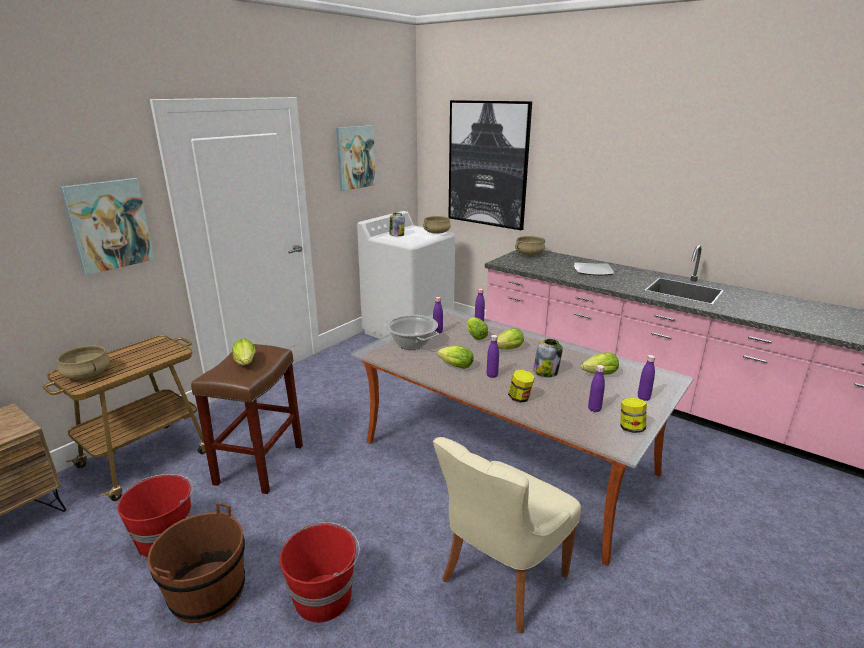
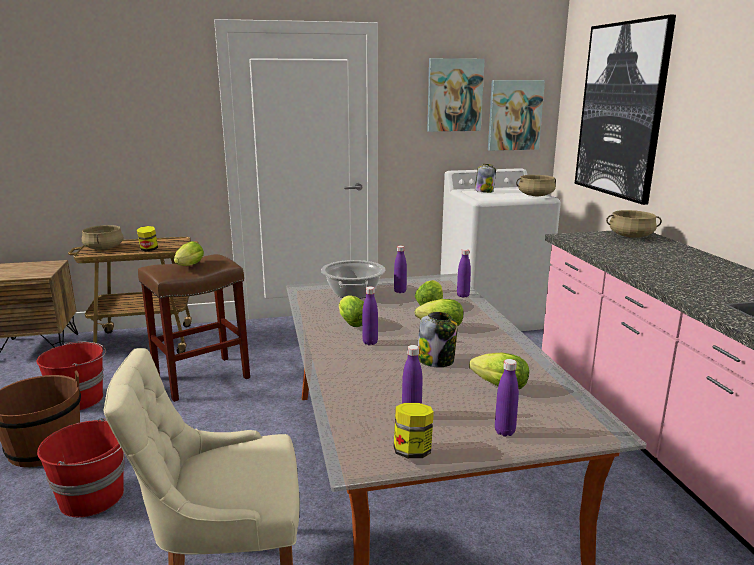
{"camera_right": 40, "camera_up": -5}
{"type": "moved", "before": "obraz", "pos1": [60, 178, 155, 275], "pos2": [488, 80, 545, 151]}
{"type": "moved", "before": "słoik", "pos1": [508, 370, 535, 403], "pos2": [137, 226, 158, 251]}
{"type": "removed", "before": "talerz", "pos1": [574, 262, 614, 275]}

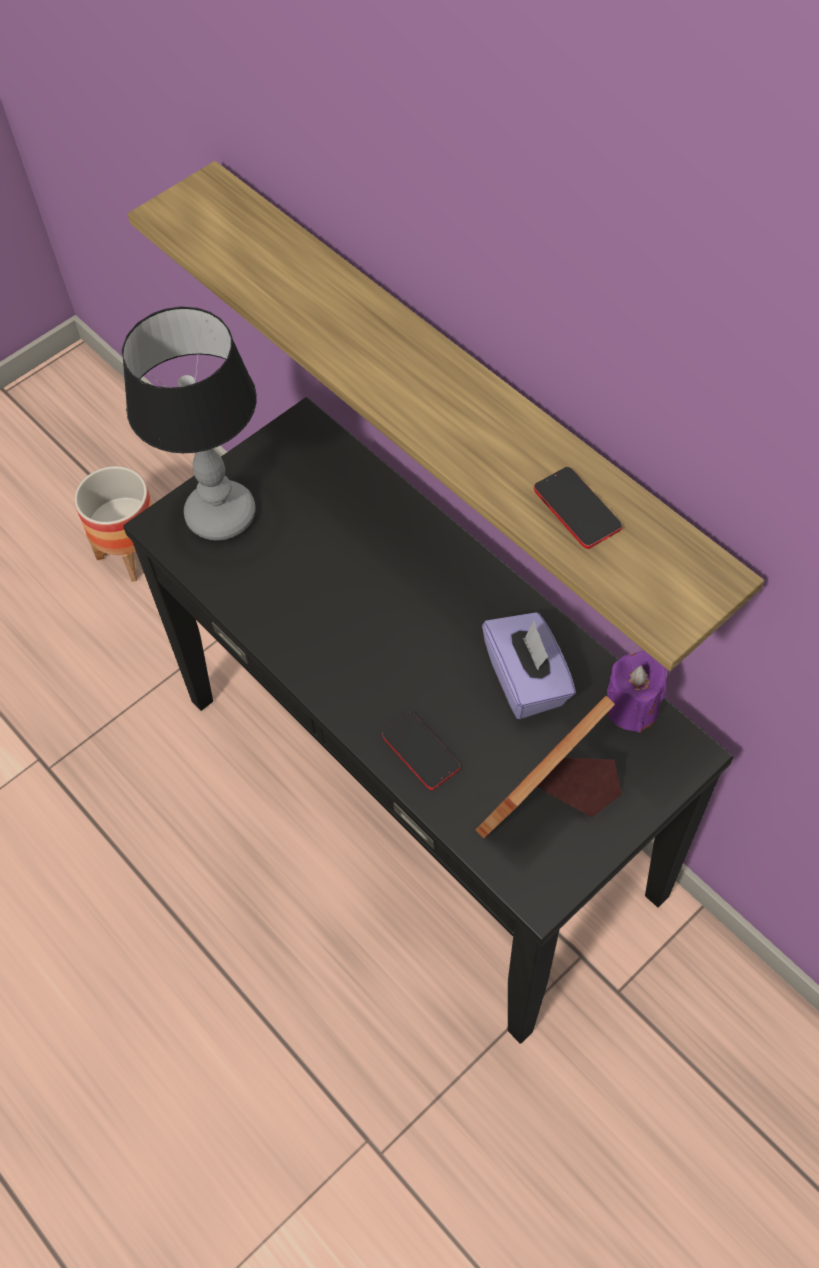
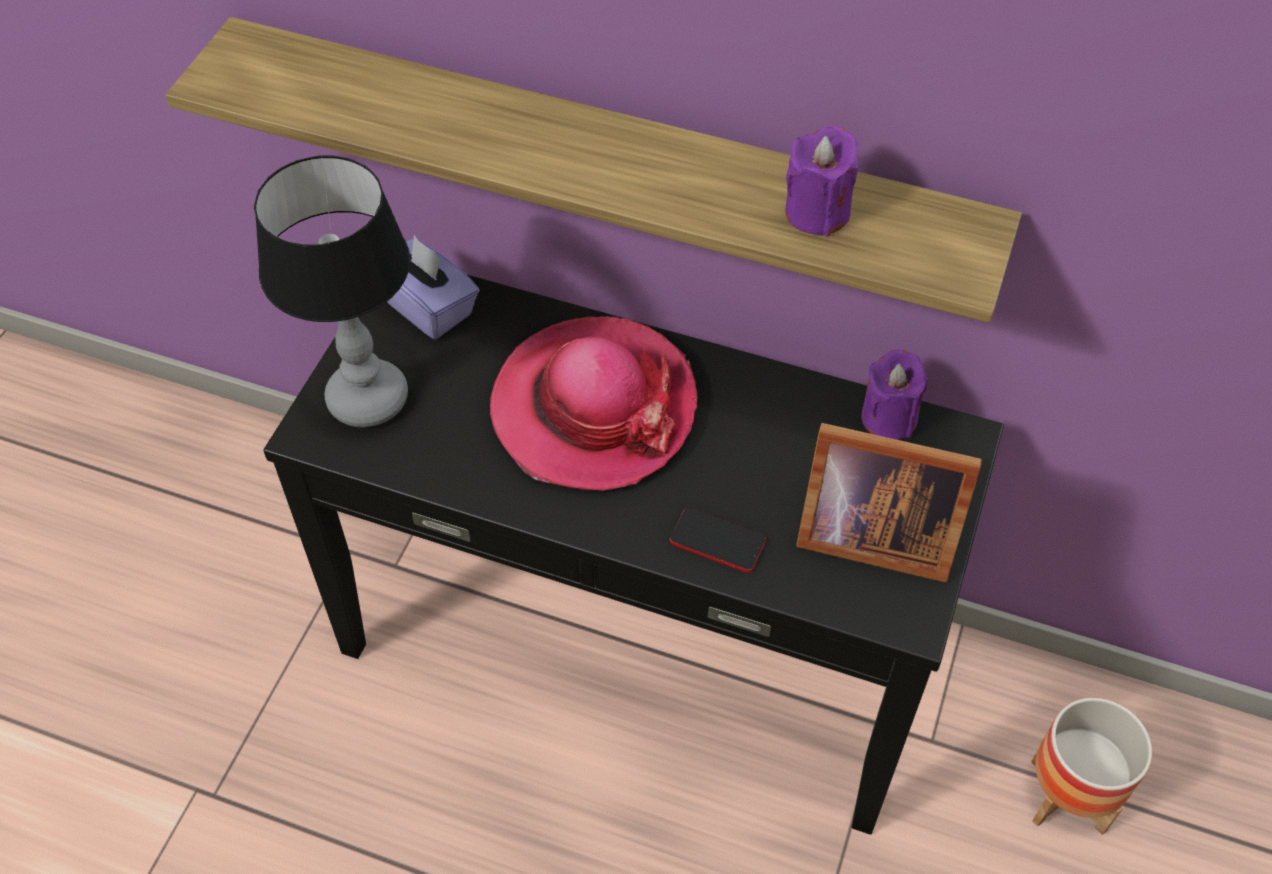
{"camera_right": -30, "camera_up": -5}
{"type": "moved", "before": "donica", "pos1": [74, 466, 153, 582], "pos2": [1031, 698, 1152, 835]}
{"type": "turned", "before": "ramka na zdjęcie", "pos1": [476, 696, 621, 838], "pos2": [796, 423, 982, 583], "turn": -90}
{"type": "moved", "before": "pudełko chusteczek (fioletowy)", "pos1": [482, 612, 576, 719], "pos2": [387, 235, 480, 339]}
{"type": "replaced", "before": "telefon", "after": "świeca (fioletowy)", "pos1": [534, 467, 622, 549], "pos2": [785, 125, 858, 236]}
{"type": "added", "after": "kapelusz", "pos2": [490, 316, 697, 491]}

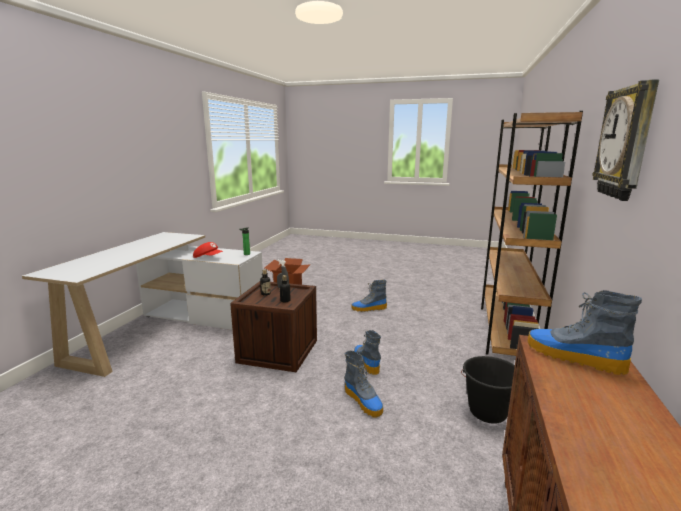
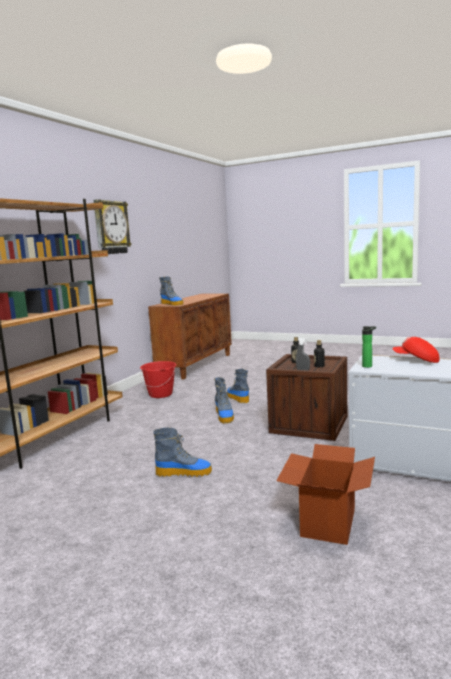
{"camera_right": -170, "camera_up": -5}
{"type": "recoloured", "before": "wiadro (czarny)", "after": "wiadro (czerwony)", "pos1": [461, 356, 515, 424], "pos2": [140, 361, 176, 398]}

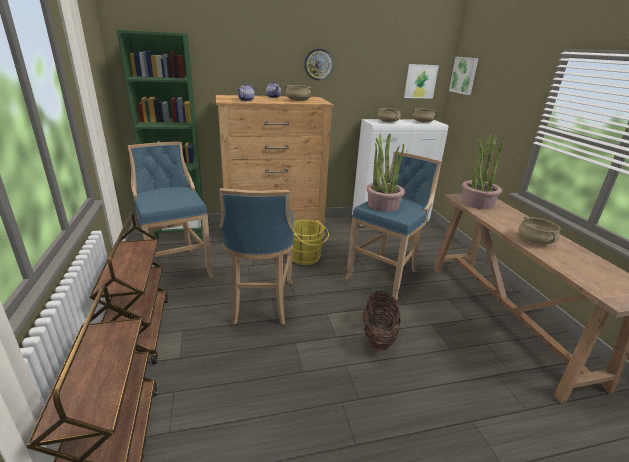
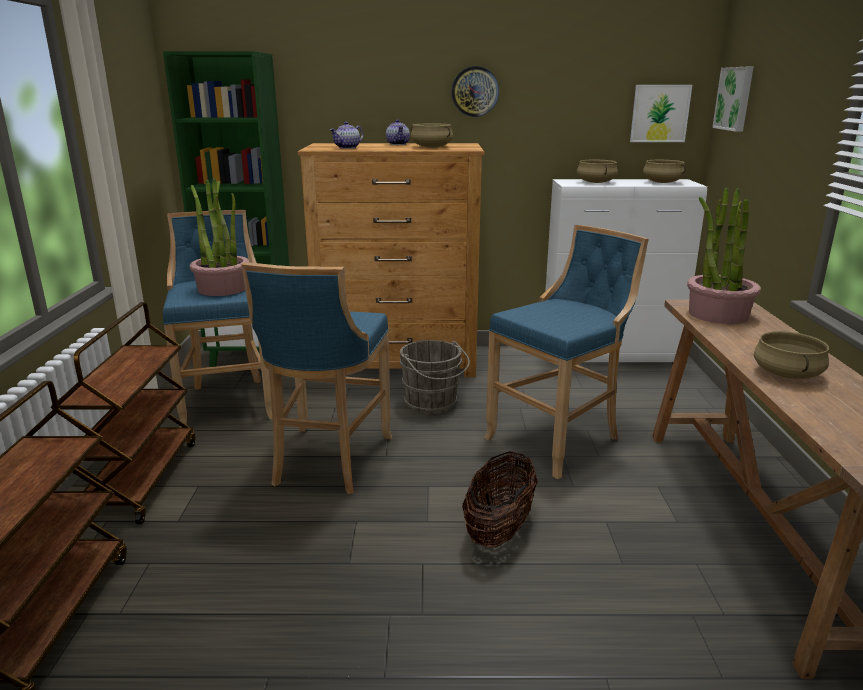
{"camera_right": 15, "camera_up": -5}
{"type": "recoloured", "before": "wiadro (żółty)", "after": "wiadro (szary)", "pos1": [292, 220, 329, 265], "pos2": [400, 340, 470, 414]}
{"type": "moved", "before": "roślina doniczkowa", "pos1": [367, 134, 405, 212], "pos2": [190, 178, 250, 296]}

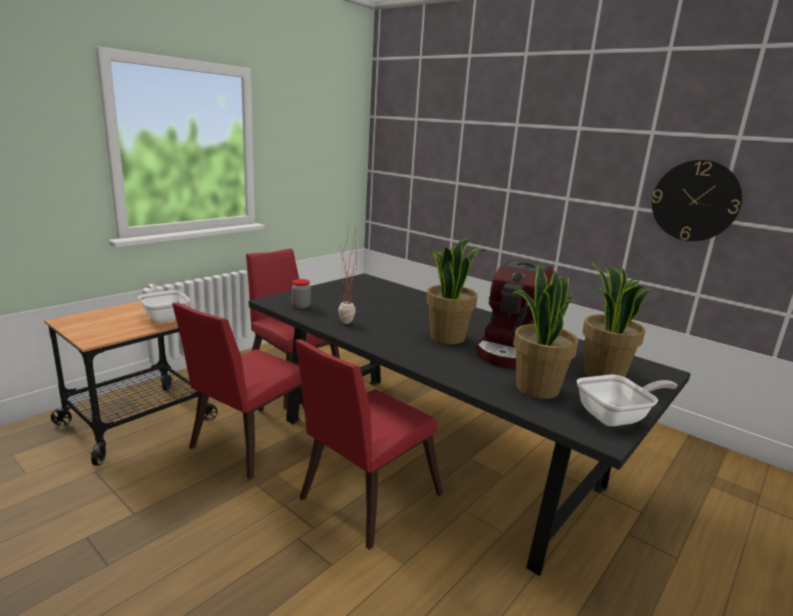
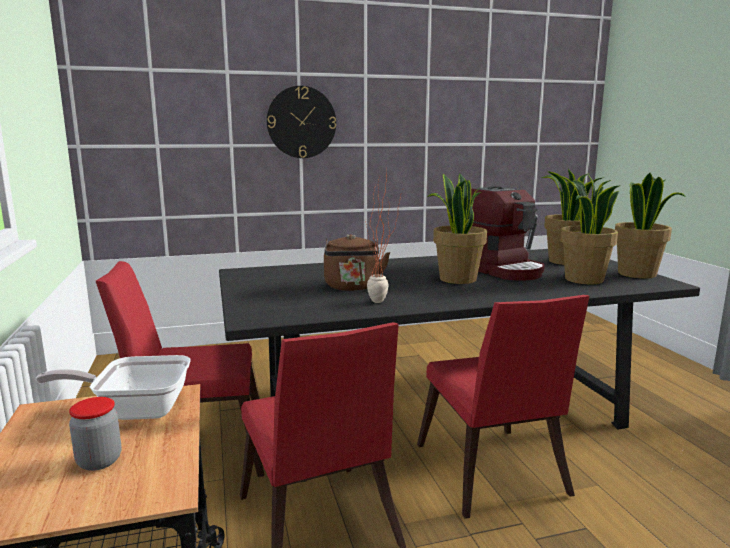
{"camera_right": -55, "camera_up": -5}
{"type": "moved", "before": "słoik", "pos1": [292, 279, 311, 309], "pos2": [69, 397, 121, 471]}
{"type": "replaced", "before": "patelnia", "after": "roślina doniczkowa", "pos1": [577, 375, 678, 427], "pos2": [615, 173, 686, 279]}
{"type": "moved", "before": "zegar ścienny", "pos1": [652, 160, 742, 241], "pos2": [266, 86, 336, 158]}
{"type": "added", "after": "czajnik (brązowy)", "pos2": [324, 234, 390, 291]}

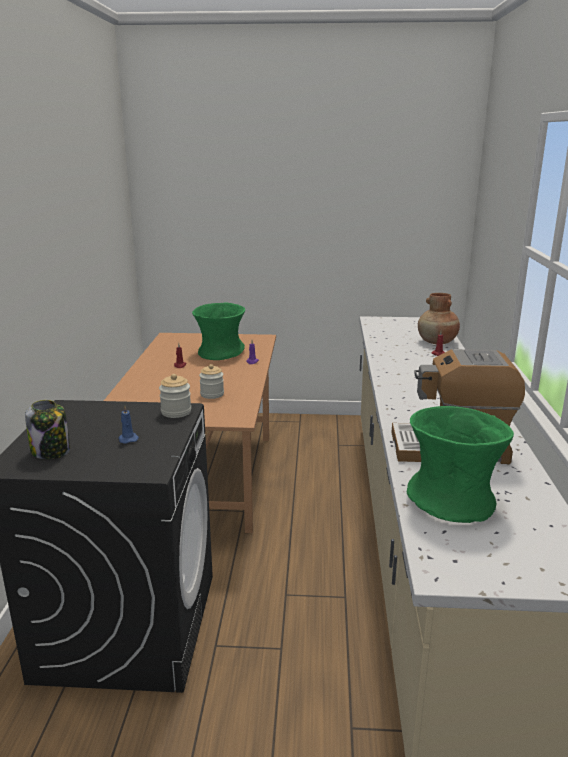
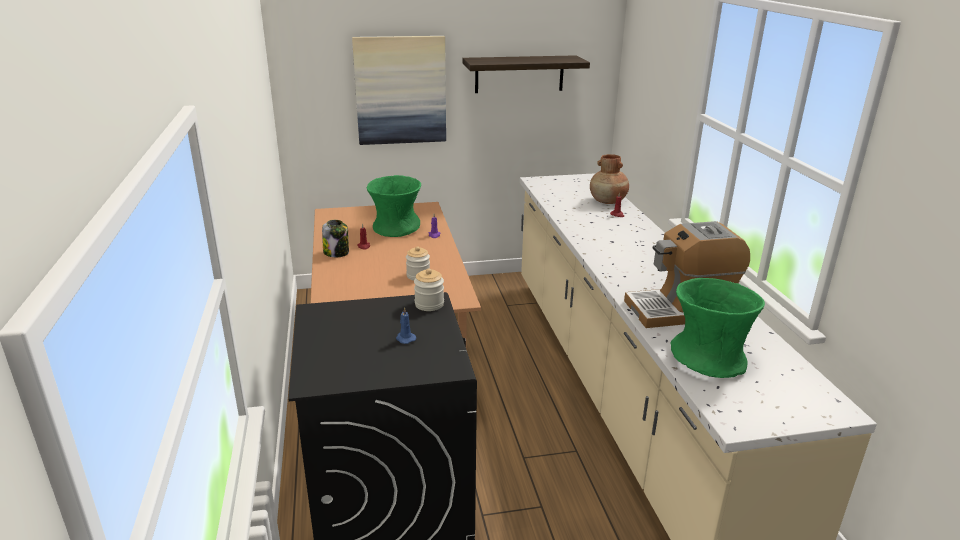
{"camera_right": -15, "camera_up": 5}
{"type": "moved", "before": "słoik", "pos1": [25, 400, 70, 459], "pos2": [322, 220, 349, 257]}
{"type": "added", "after": "obraz", "pos2": [352, 36, 446, 145]}
{"type": "added", "after": "półka", "pos2": [462, 55, 590, 93]}

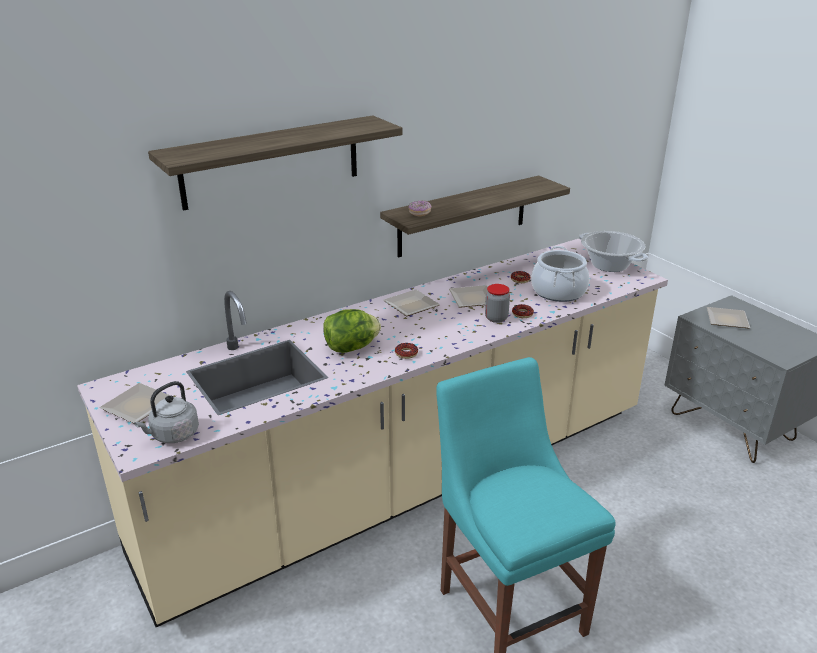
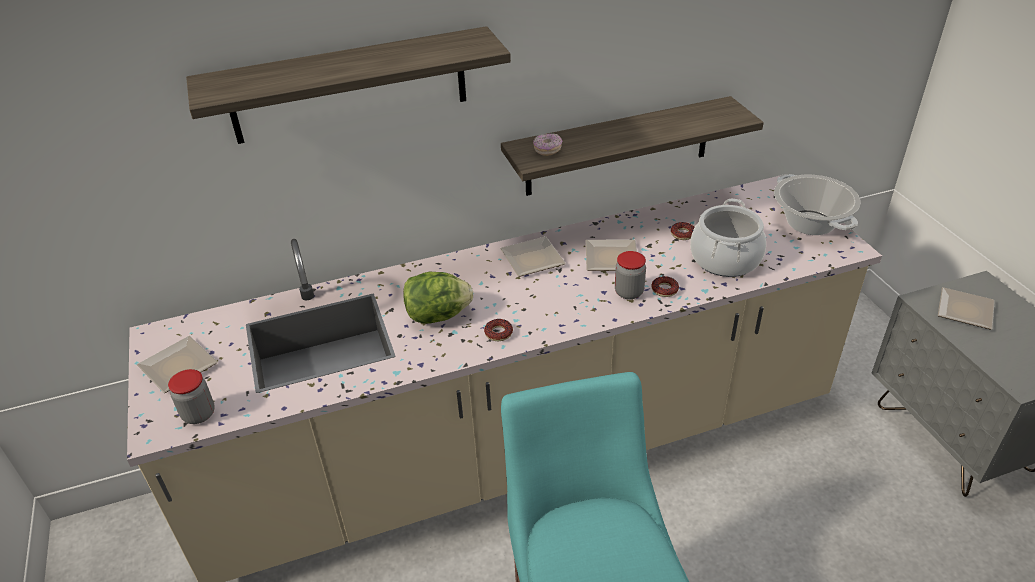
{"camera_right": 15, "camera_up": 10}
{"type": "replaced", "before": "czajnik (szary)", "after": "słoik", "pos1": [134, 381, 199, 443], "pos2": [168, 369, 214, 424]}

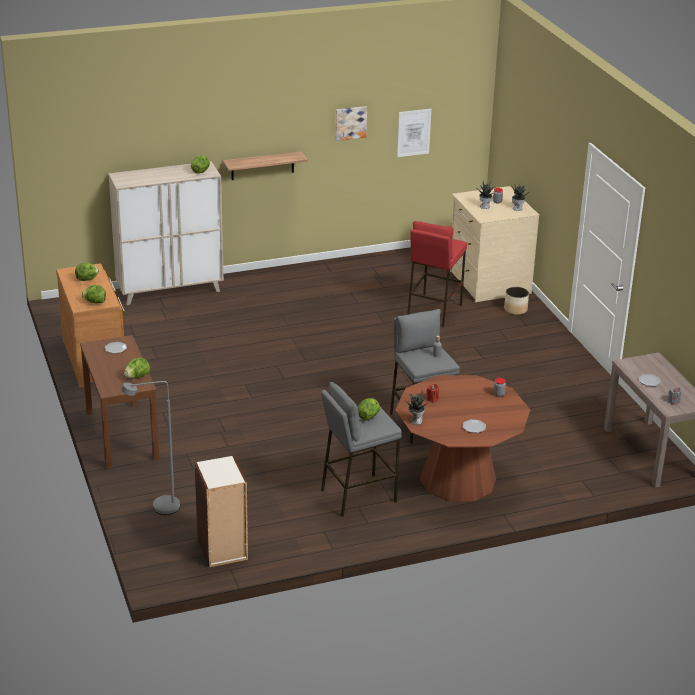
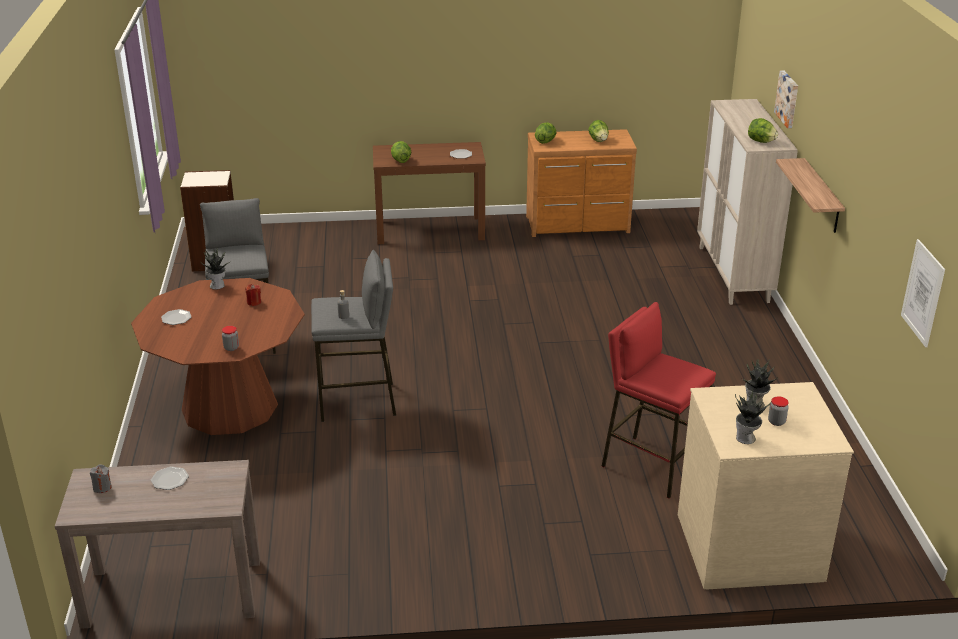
{"camera_right": 105, "camera_up": 0}
{"type": "removed", "before": "lampa stojąca (szary)", "pos1": [121, 381, 180, 515]}
{"type": "moved", "before": "obraz", "pos1": [335, 106, 367, 141], "pos2": [774, 71, 798, 128]}
{"type": "removed", "before": "sałata", "pos1": [358, 398, 380, 420]}
{"type": "removed", "before": "donica", "pos1": [504, 287, 529, 315]}

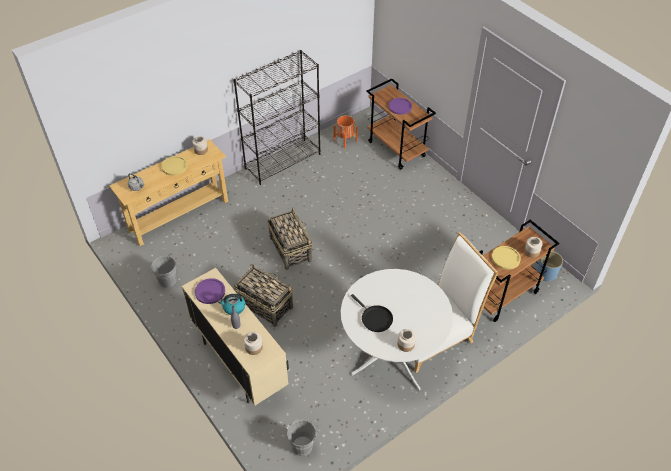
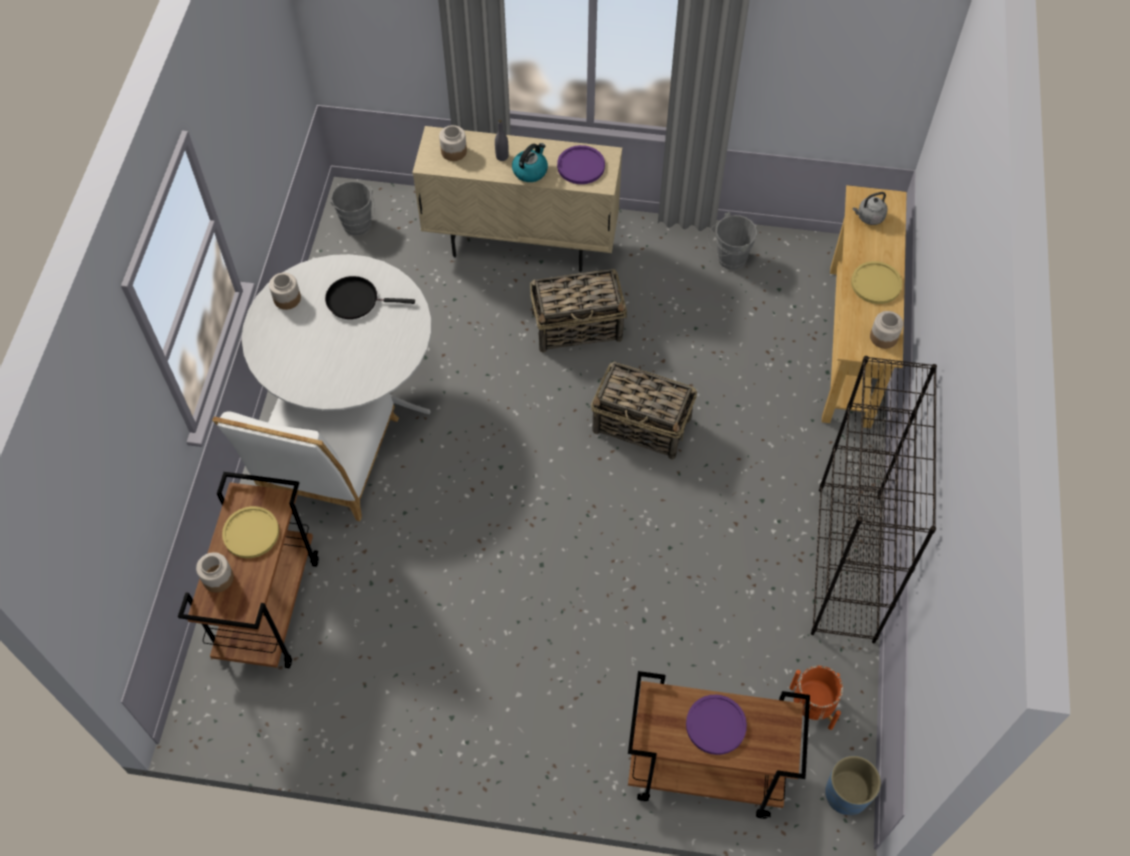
{"camera_right": 135, "camera_up": 10}
{"type": "moved", "before": "donica (niebieski)", "pos1": [537, 251, 563, 281], "pos2": [825, 756, 881, 815]}

